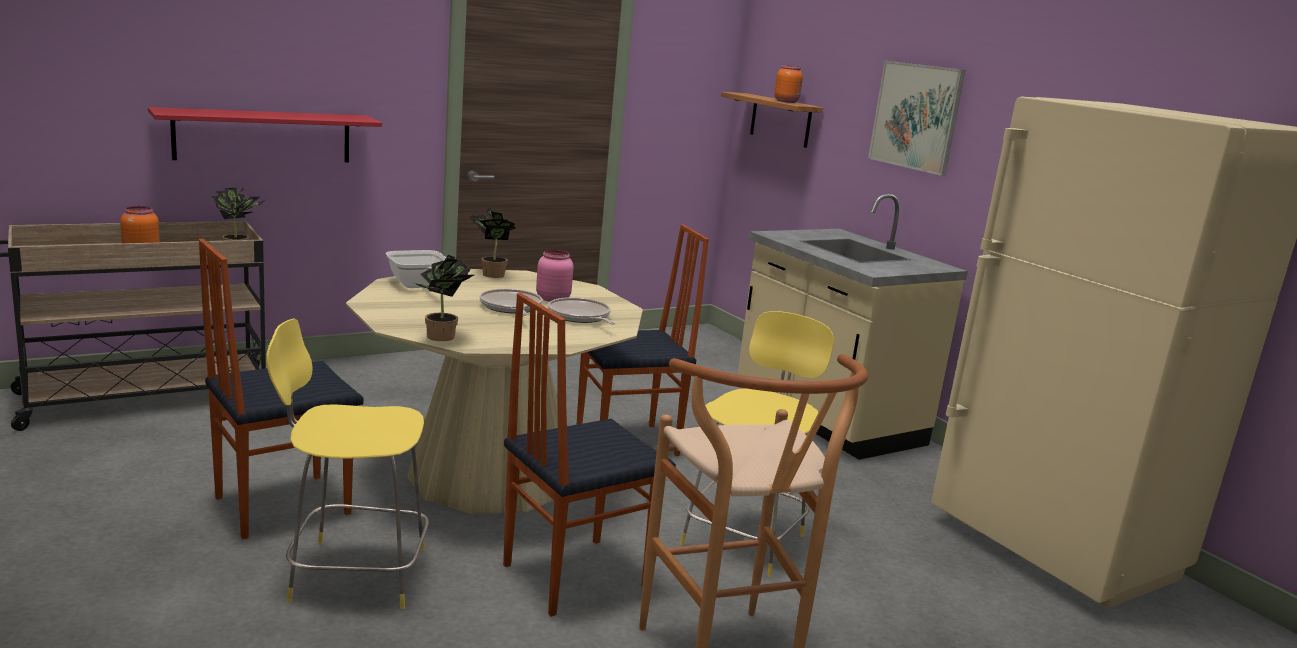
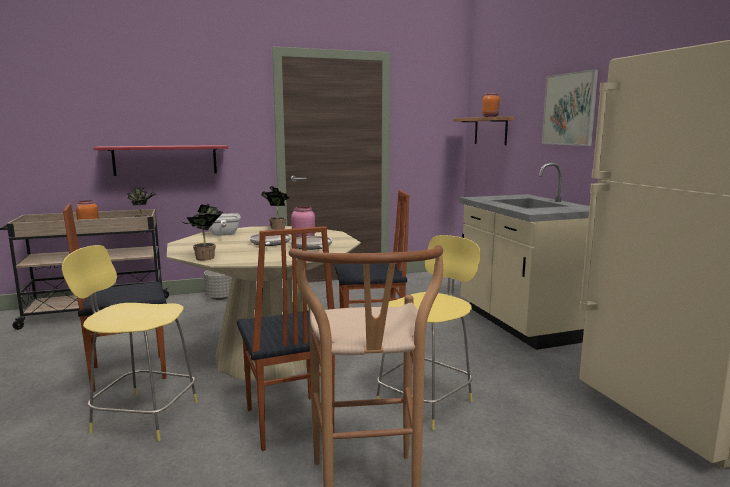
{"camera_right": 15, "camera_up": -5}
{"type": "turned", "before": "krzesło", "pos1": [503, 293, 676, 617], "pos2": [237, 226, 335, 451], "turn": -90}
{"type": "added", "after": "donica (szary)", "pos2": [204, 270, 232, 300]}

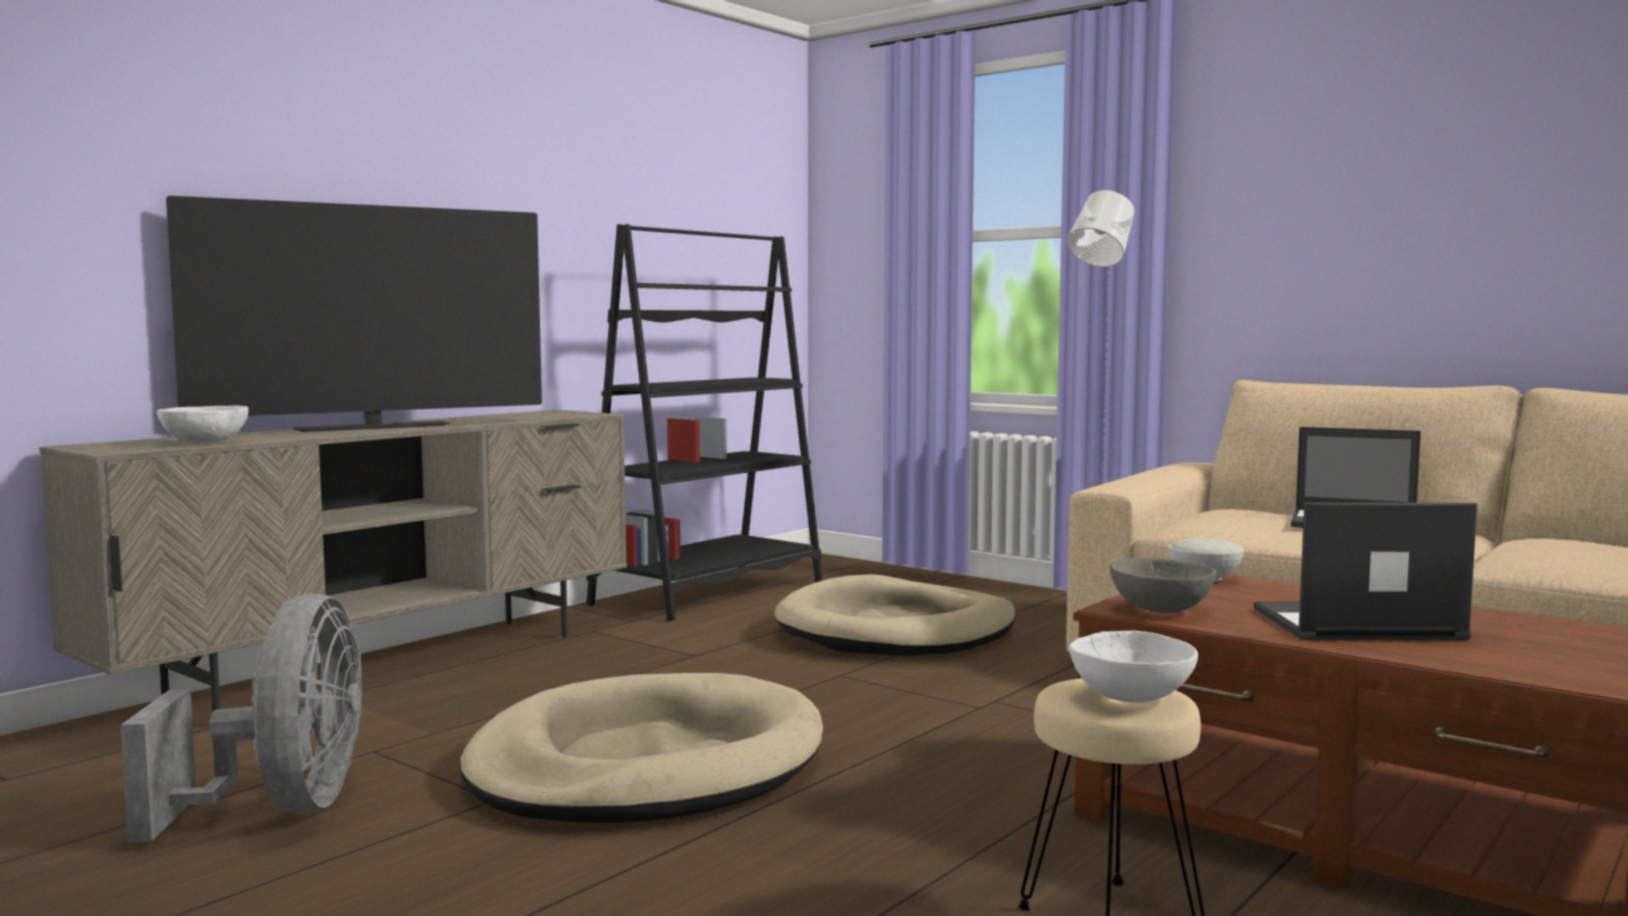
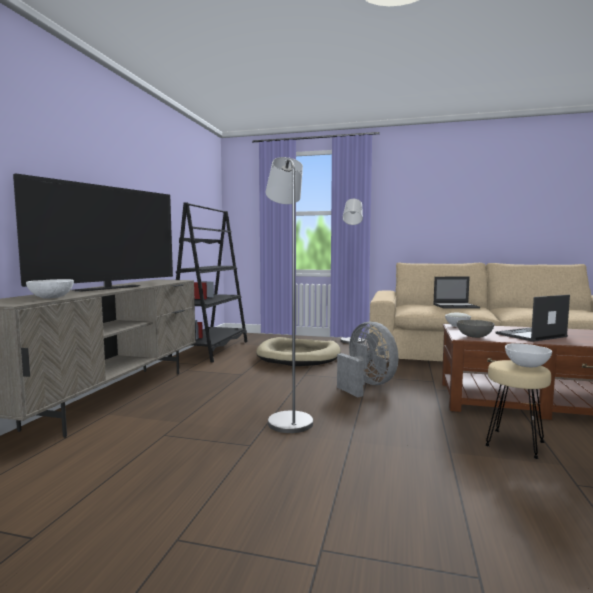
{"camera_right": -25, "camera_up": 0}
{"type": "moved", "before": "wentylator (szary)", "pos1": [121, 594, 363, 842], "pos2": [337, 321, 398, 397]}
{"type": "replaced", "before": "legowisko (beżowy)", "after": "lampa stojąca (szary)", "pos1": [460, 673, 823, 823], "pos2": [266, 157, 313, 433]}

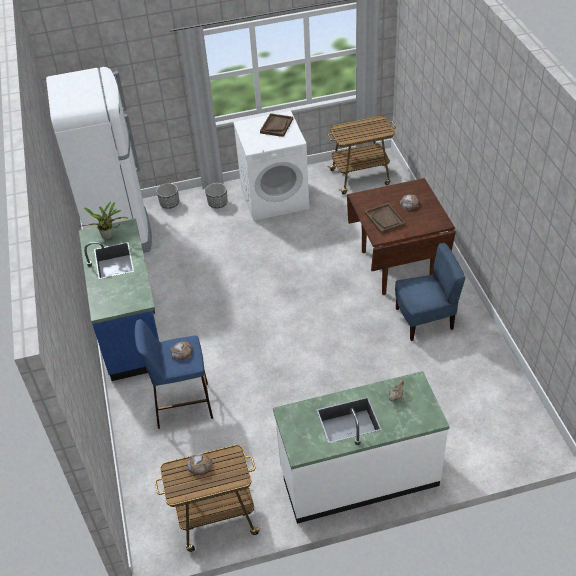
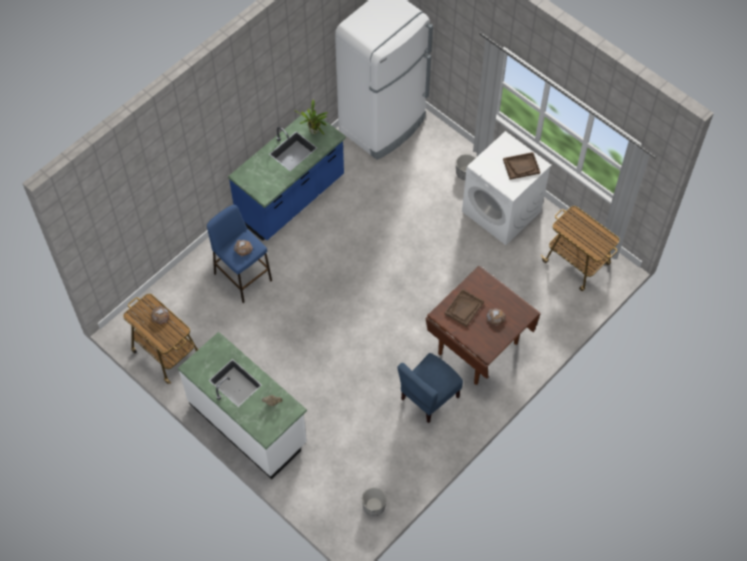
{"camera_right": 55, "camera_up": 15}
{"type": "moved", "before": "donica", "pos1": [156, 183, 179, 209], "pos2": [362, 487, 387, 516]}
{"type": "turned", "before": "krzesło (niebieski)", "pos1": [395, 243, 465, 341], "pos2": [397, 353, 463, 423], "turn": 90}

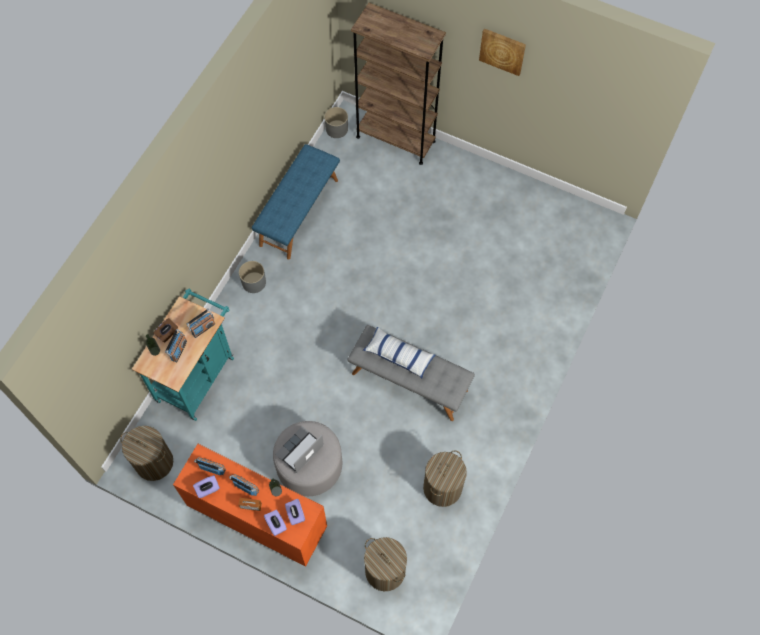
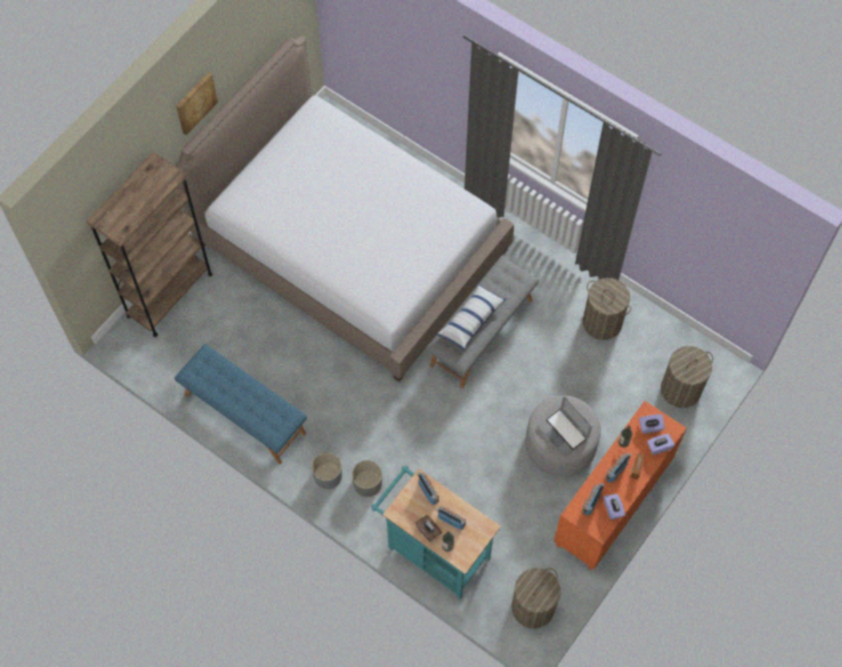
{"camera_right": -80, "camera_up": 0}
{"type": "moved", "before": "donica (szary)", "pos1": [324, 107, 348, 138], "pos2": [352, 460, 382, 497]}
{"type": "added", "after": "łóżko", "pos2": [175, 36, 514, 382]}

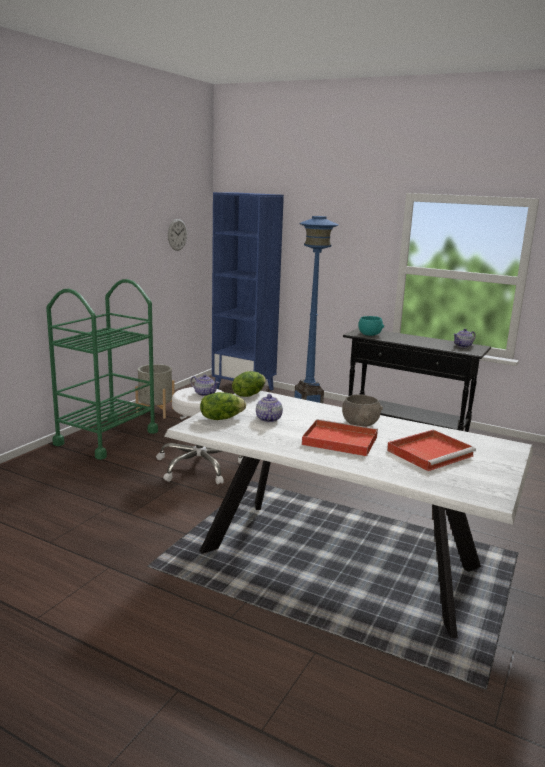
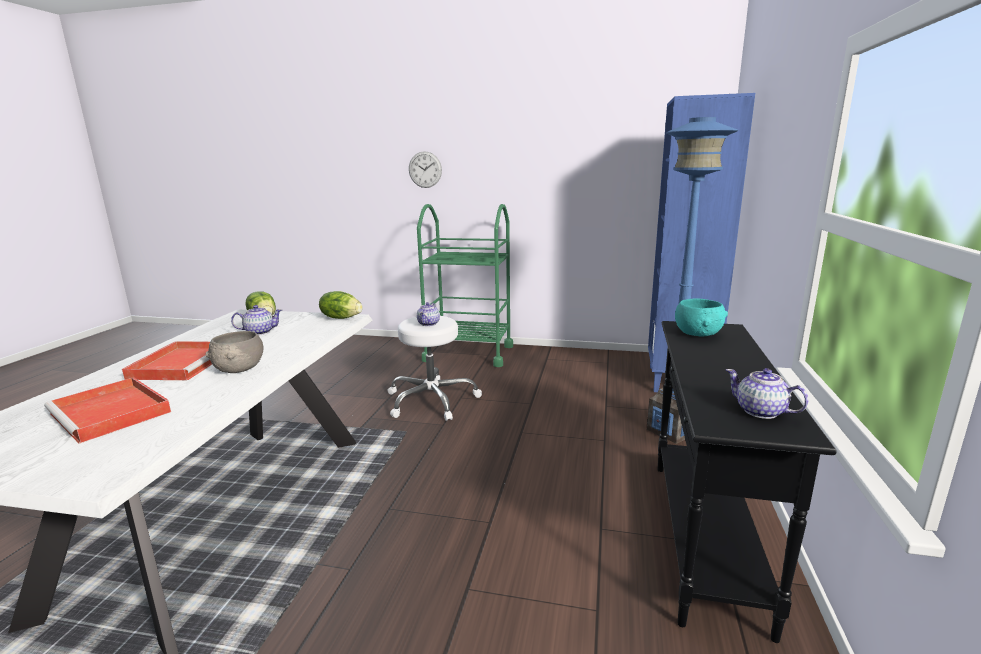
{"camera_right": 75, "camera_up": 0}
{"type": "removed", "before": "donica (szary)", "pos1": [135, 364, 175, 419]}
{"type": "moved", "before": "zegar ścienny", "pos1": [168, 219, 187, 251], "pos2": [409, 151, 442, 188]}

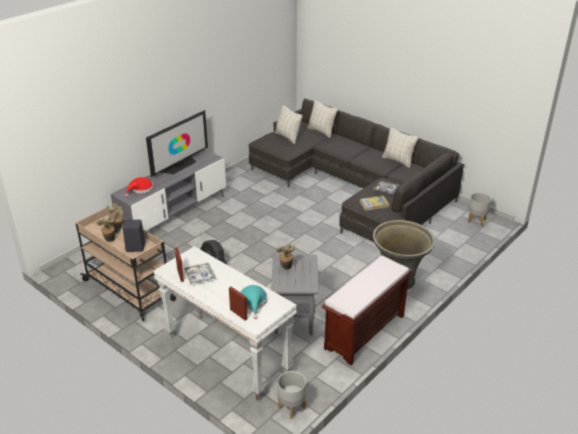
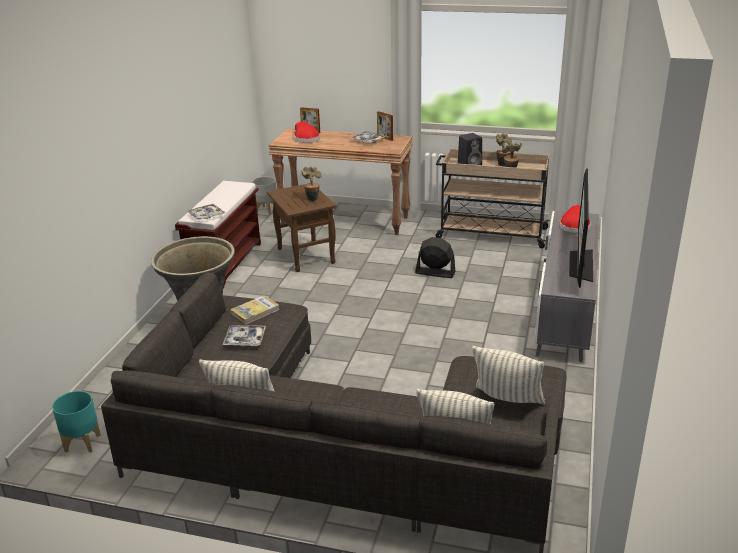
{"camera_right": 155, "camera_up": -5}
{"type": "recoloured", "before": "stolik konsolowy (biały)", "after": "stolik konsolowy (brązowy)", "pos1": [153, 246, 297, 401], "pos2": [269, 128, 413, 235]}
{"type": "recoloured", "before": "kapelusz (turkusowy)", "after": "kapelusz (czerwony)", "pos1": [240, 285, 267, 319], "pos2": [294, 122, 320, 143]}
{"type": "recoloured", "before": "stolik (szary)", "after": "stolik (brązowy)", "pos1": [271, 254, 319, 335], "pos2": [267, 184, 337, 272]}
{"type": "recoloured", "before": "donica (szary)", "after": "donica (turkusowy)", "pos1": [468, 193, 491, 226], "pos2": [52, 391, 101, 453]}
{"type": "added", "after": "taca", "pos2": [186, 204, 226, 221]}

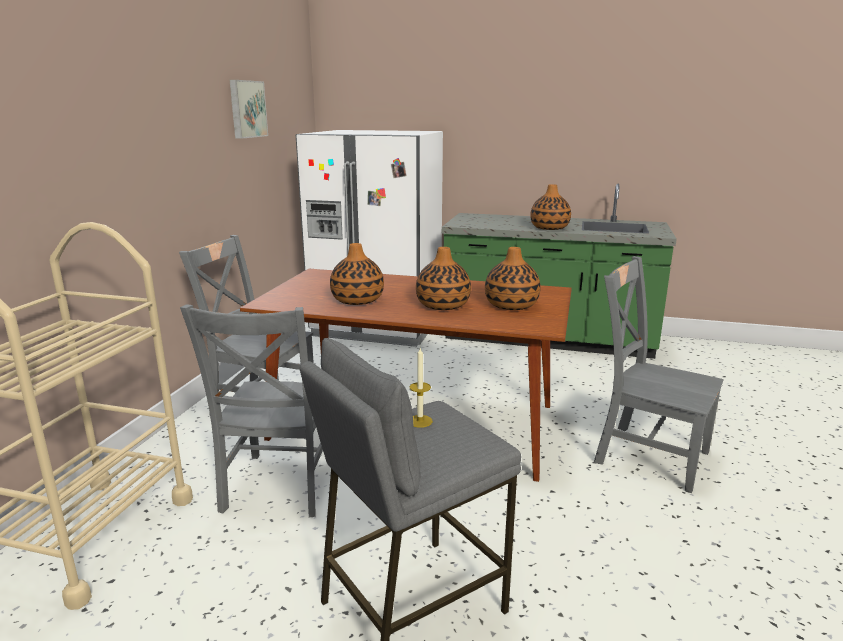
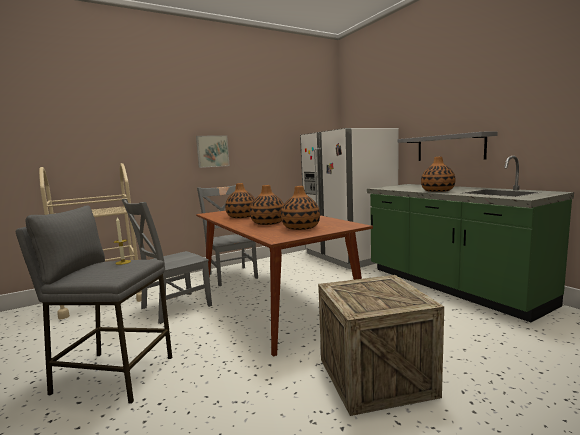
{"camera_right": 45, "camera_up": -10}
{"type": "moved", "before": "obraz", "pos1": [230, 80, 268, 139], "pos2": [196, 135, 230, 168]}
{"type": "replaced", "before": "krzesło (szary)", "after": "skrzynka", "pos1": [594, 256, 724, 493], "pos2": [318, 275, 444, 416]}
{"type": "added", "after": "półka (szary)", "pos2": [397, 131, 498, 161]}

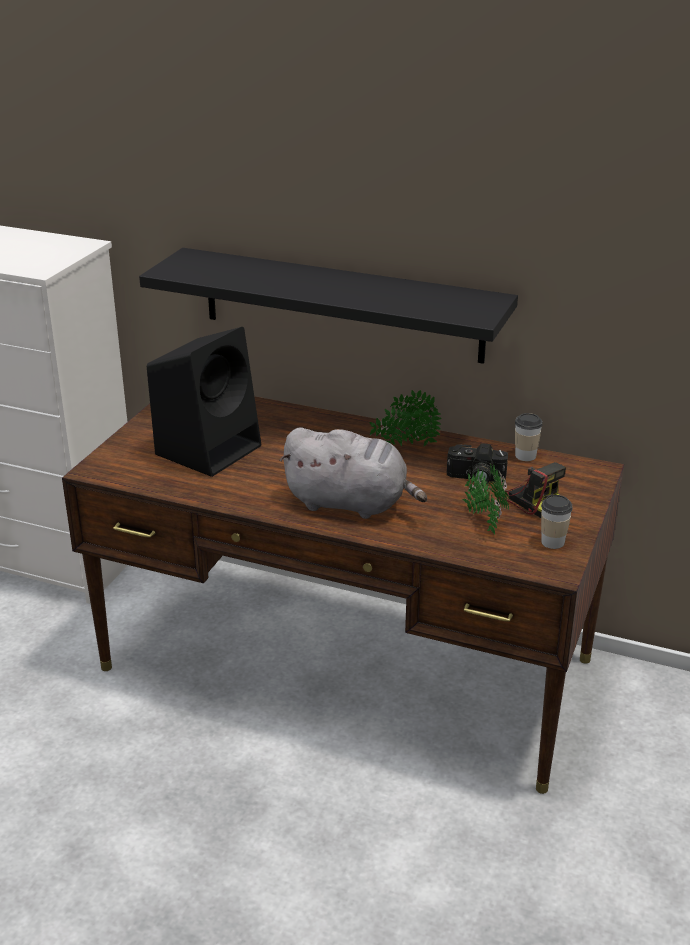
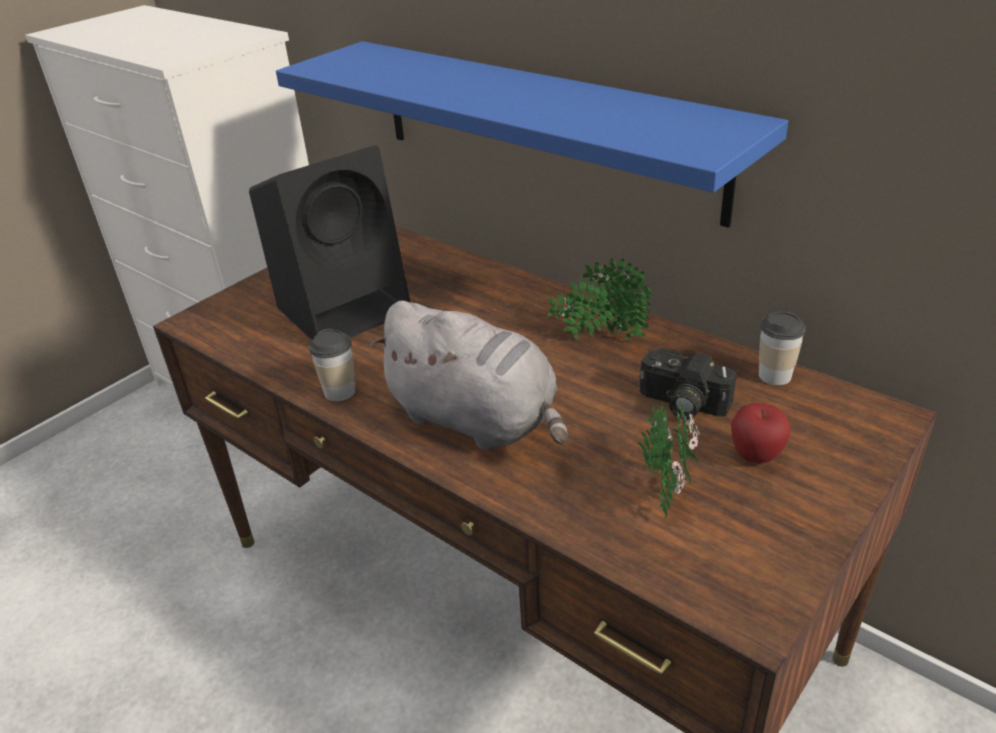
{"camera_right": 20, "camera_up": 5}
{"type": "recoloured", "before": "półka (czarny)", "after": "półka (niebieski)", "pos1": [139, 248, 518, 364], "pos2": [276, 41, 788, 228]}
{"type": "replaced", "before": "aparat fotograficzny", "after": "jabłko", "pos1": [498, 462, 566, 518], "pos2": [731, 403, 791, 463]}
{"type": "moved", "before": "filiżanka", "pos1": [541, 494, 573, 549], "pos2": [309, 329, 355, 402]}

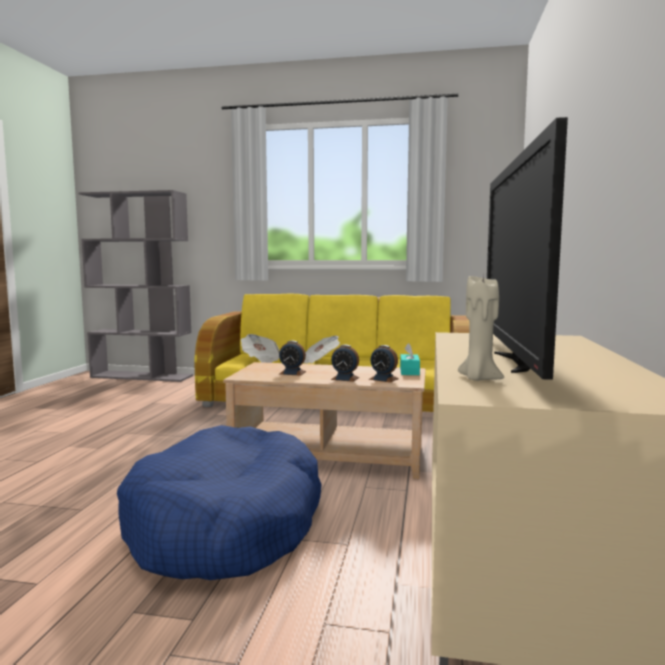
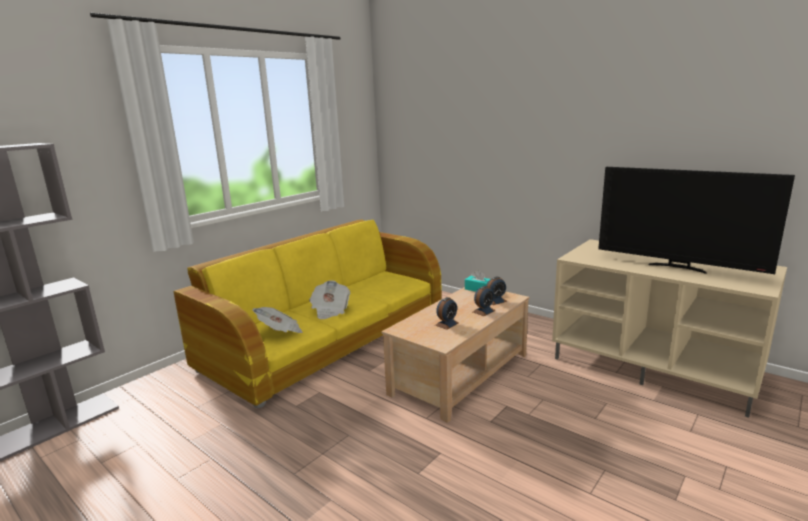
{"camera_right": -60, "camera_up": 10}
{"type": "removed", "before": "legowisko (niebieski)", "pos1": [117, 425, 322, 580]}
{"type": "removed", "before": "świeca (beżowy)", "pos1": [458, 274, 504, 381]}

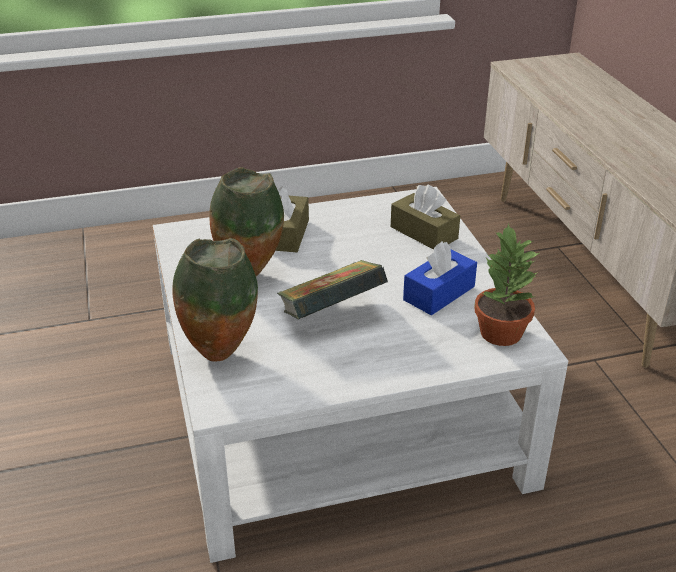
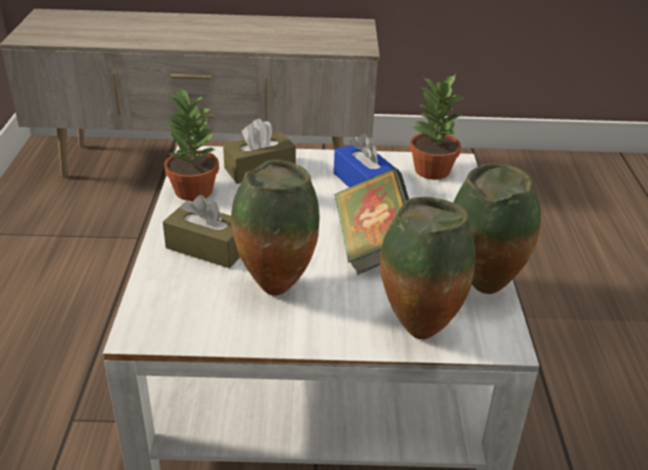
{"camera_right": -75, "camera_up": 0}
{"type": "added", "after": "roślina doniczkowa", "pos2": [164, 88, 219, 201]}
{"type": "added", "after": "wazon", "pos2": [453, 163, 541, 294]}

